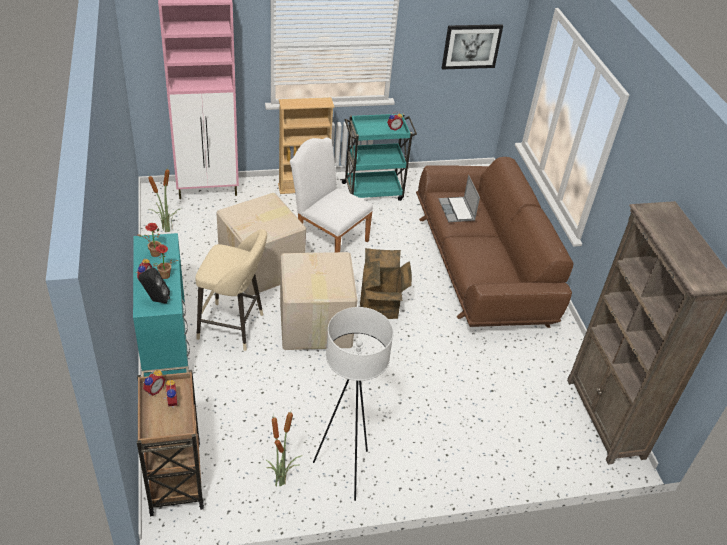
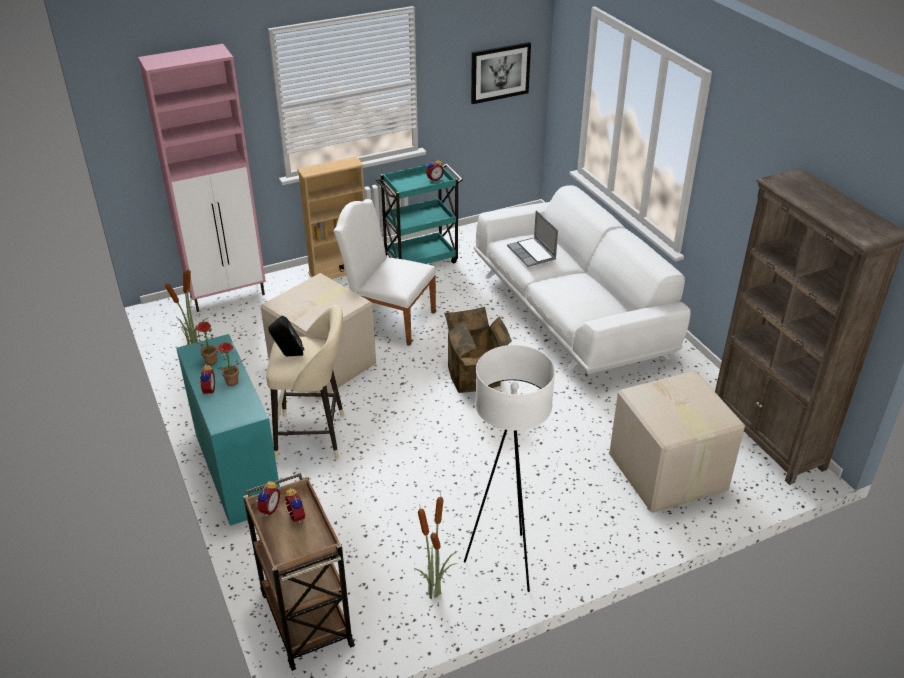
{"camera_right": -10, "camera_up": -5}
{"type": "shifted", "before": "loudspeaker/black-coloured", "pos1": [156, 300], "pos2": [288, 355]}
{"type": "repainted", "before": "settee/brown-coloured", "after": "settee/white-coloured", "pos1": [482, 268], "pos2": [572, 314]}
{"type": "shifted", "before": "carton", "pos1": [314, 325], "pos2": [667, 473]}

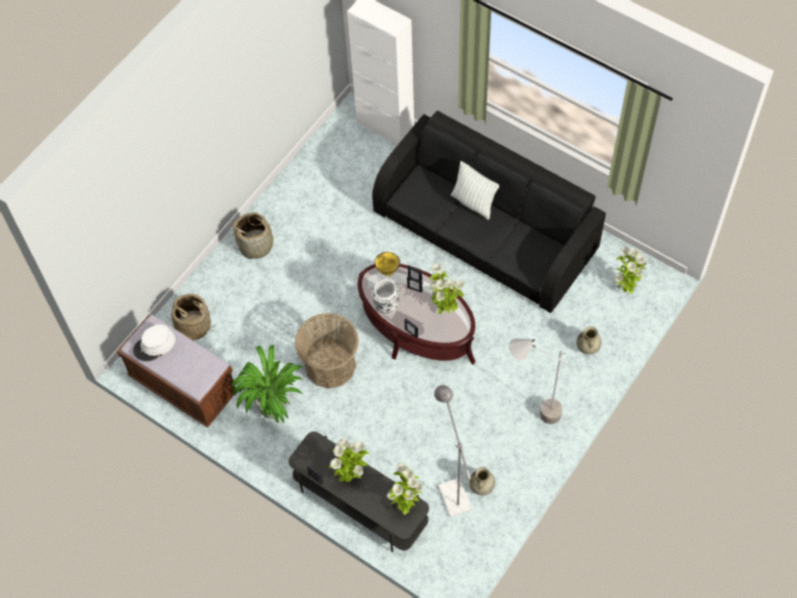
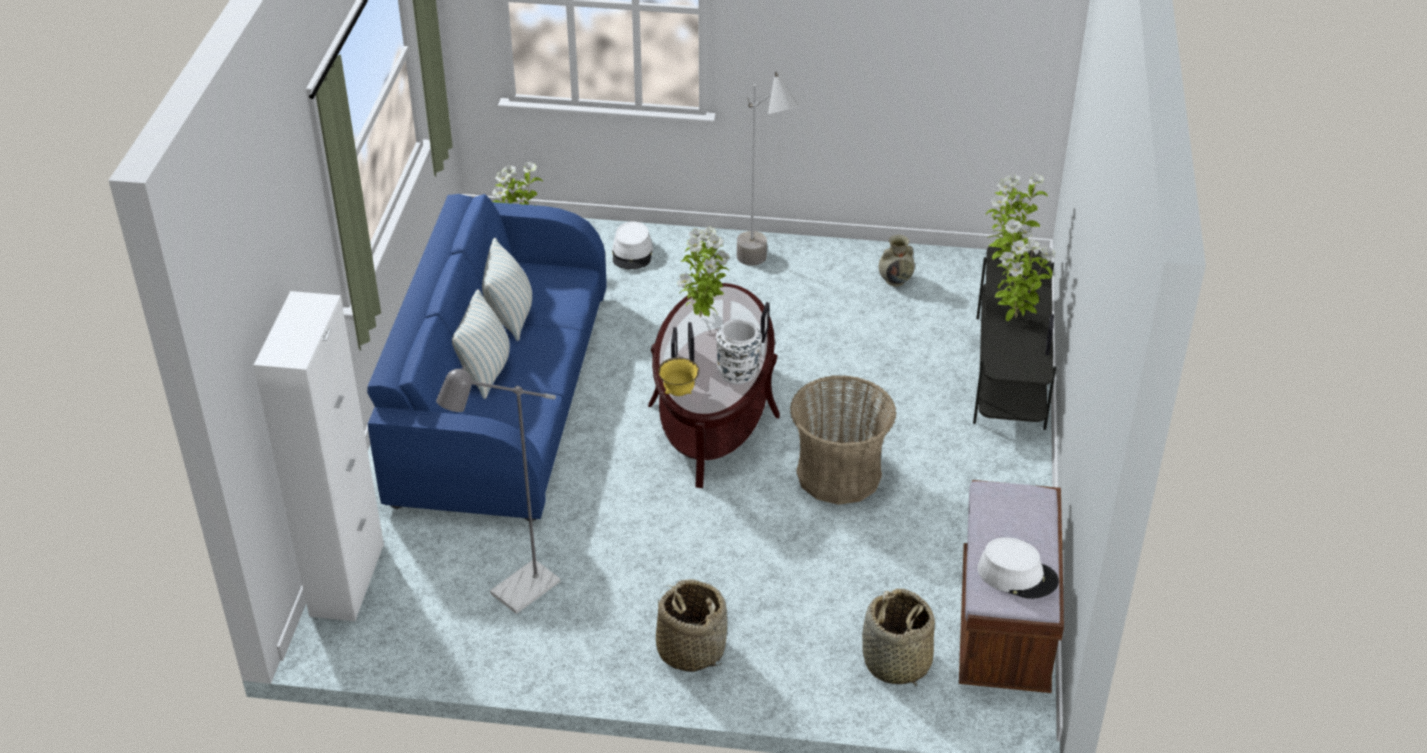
{"camera_right": -120, "camera_up": -20}
{"type": "repainted", "before": "settee/black-coloured", "after": "settee/blue", "pos1": [486, 231], "pos2": [500, 395]}
{"type": "shifted", "before": "floor lamp/gray", "pos1": [452, 491], "pos2": [516, 594]}
{"type": "new", "after": "pillow", "pos2": [510, 316]}
{"type": "swapped", "before": "flower vase/beige", "after": "wearable hat/white-coloured", "pos1": [588, 348], "pos2": [632, 253]}
{"type": "gone", "before": "plant in a pot", "pos1": [272, 407]}

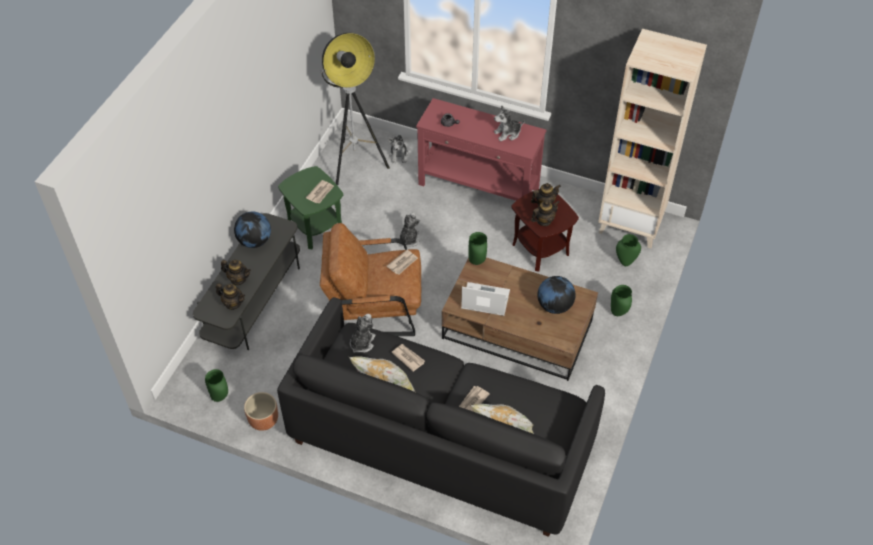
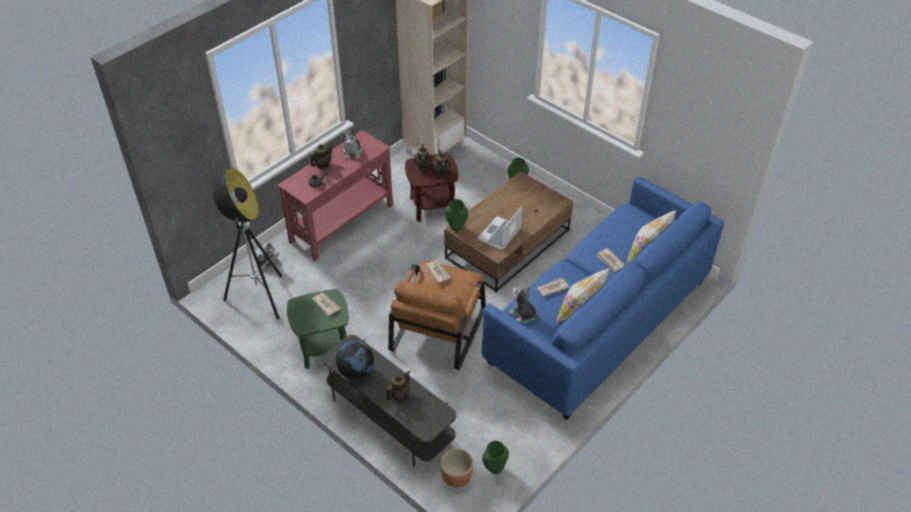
{"camera_right": -70, "camera_up": -5}
{"type": "shifted", "before": "teapot", "pos1": [233, 303], "pos2": [322, 165]}
{"type": "shifted", "before": "flower pot/brown-coloured", "pos1": [263, 420], "pos2": [456, 477]}
{"type": "repainted", "before": "settee/black-coloured", "after": "settee/blue", "pos1": [440, 441], "pos2": [598, 321]}
{"type": "gone", "before": "plush toy", "pos1": [409, 239]}
{"type": "gone", "before": "desk globe", "pos1": [554, 306]}
{"type": "gone", "before": "flower vase/green-coloured", "pos1": [625, 263]}

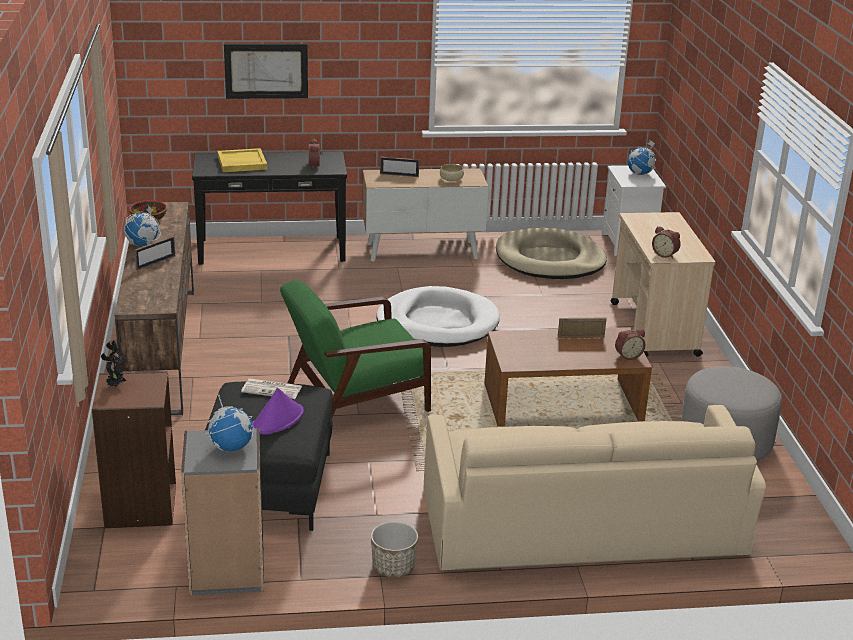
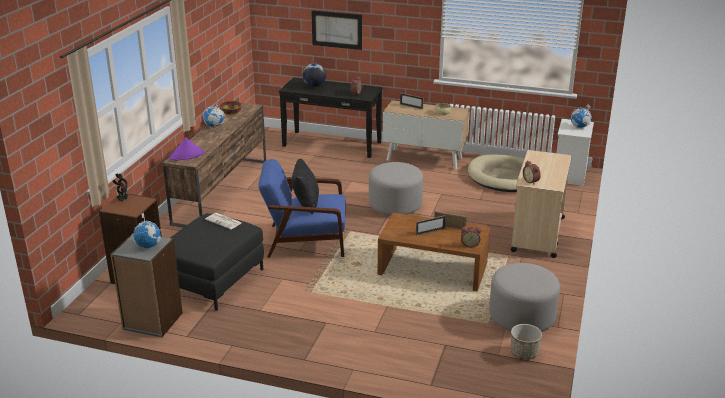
{"camera_right": 25, "camera_up": 0}
{"type": "shifted", "before": "wearable hat/purplish", "pos1": [278, 419], "pos2": [187, 155]}
{"type": "repainted", "before": "easy chair/green-coloured", "after": "easy chair/blue", "pos1": [355, 399], "pos2": [305, 241]}
{"type": "new", "after": "pillow/black-coloured", "pos2": [305, 204]}
{"type": "swapped", "before": "carrying tray/yellow", "after": "desk globe", "pos1": [241, 163], "pos2": [314, 86]}
{"type": "swapped", "before": "dog bed/white-coloured", "after": "pouffe/gray", "pos1": [437, 323], "pos2": [395, 205]}
{"type": "shifted", "before": "picture frame", "pos1": [156, 262], "pos2": [430, 231]}
{"type": "shifted", "before": "flower pot", "pos1": [393, 567], "pos2": [524, 353]}
{"type": "gone", "before": "settee/beige", "pos1": [582, 523]}

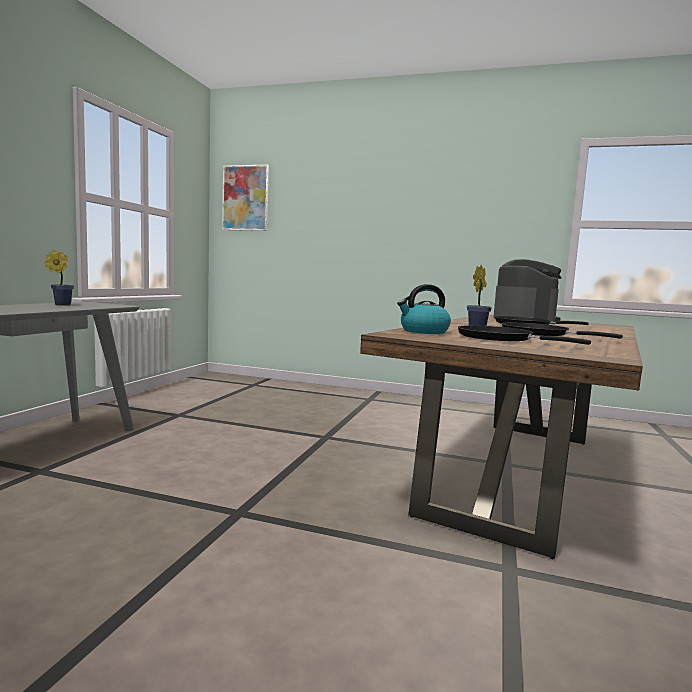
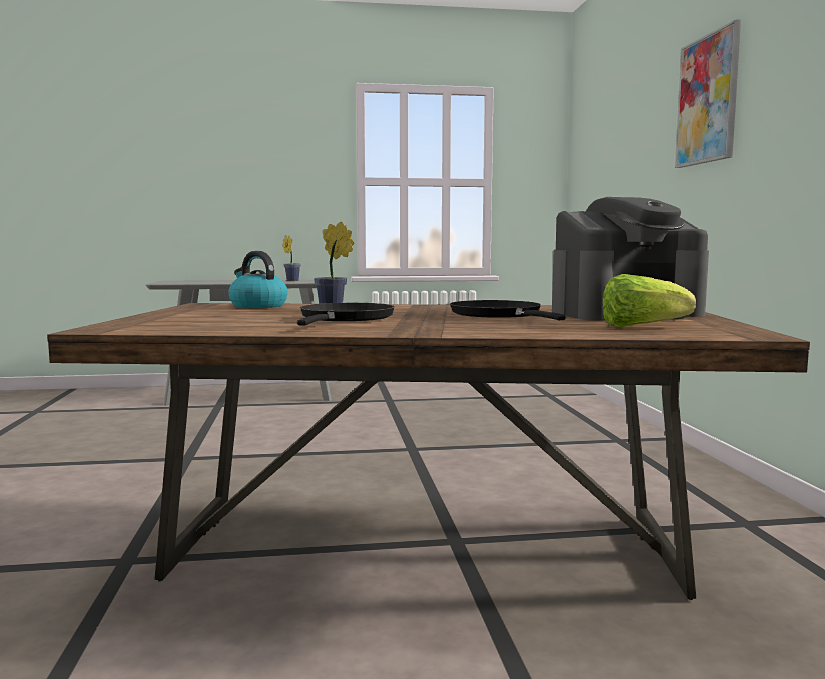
{"camera_right": 65, "camera_up": 0}
{"type": "new", "after": "lettuce head", "pos2": [641, 327]}
{"type": "shifted", "before": "picture", "pos1": [245, 198], "pos2": [707, 99]}
{"type": "gone", "before": "skillet/black-coloured", "pos1": [500, 339]}

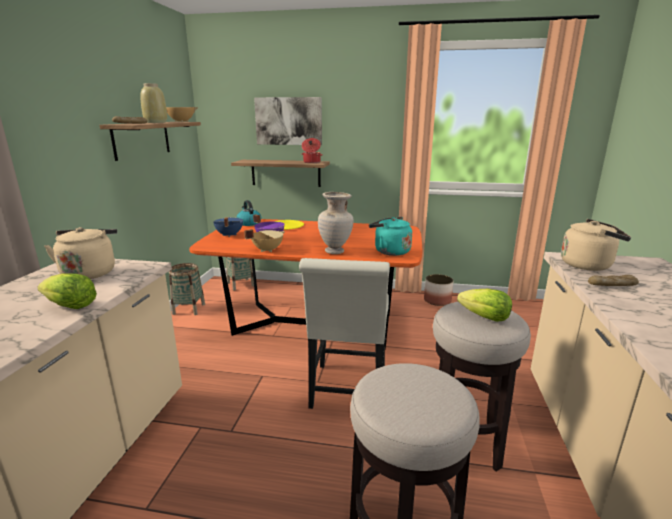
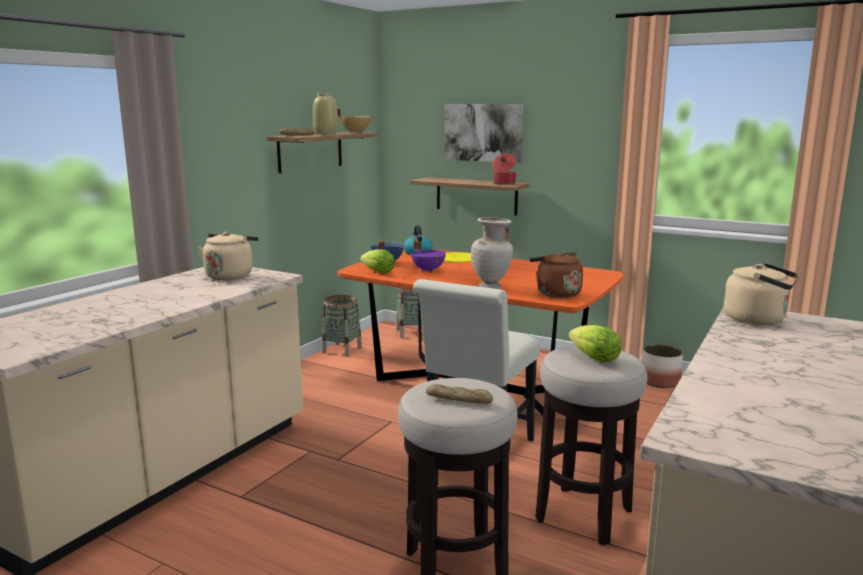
{"camera_right": 20, "camera_up": -5}
{"type": "shifted", "before": "lettuce head", "pos1": [71, 306], "pos2": [378, 272]}
{"type": "shifted", "before": "bakery bread", "pos1": [612, 285], "pos2": [459, 400]}
{"type": "repainted", "before": "water kettle/blue-green", "after": "water kettle/brown-coloured", "pos1": [390, 251], "pos2": [556, 293]}
{"type": "gone", "before": "saucepot/beige", "pos1": [267, 250]}

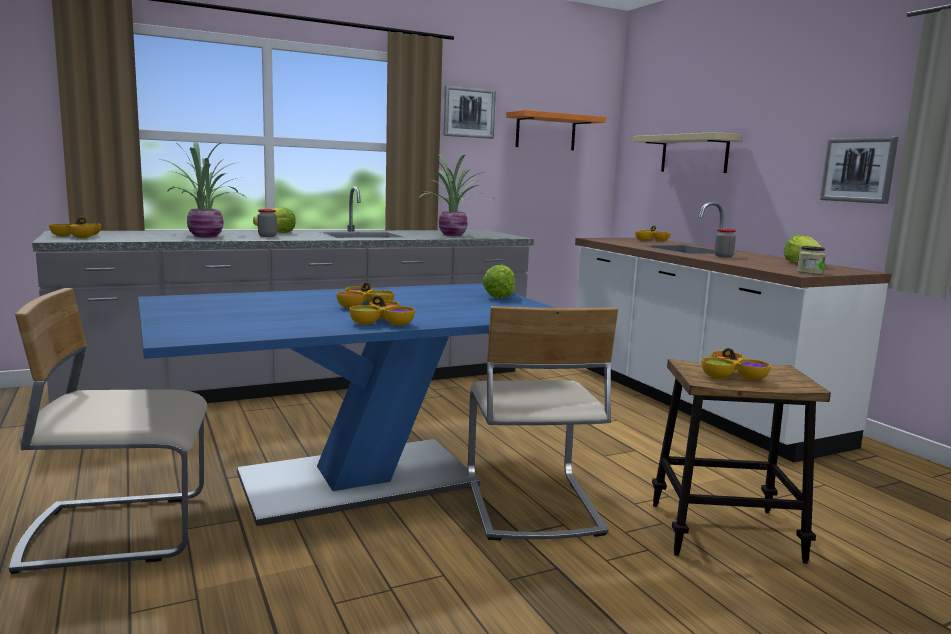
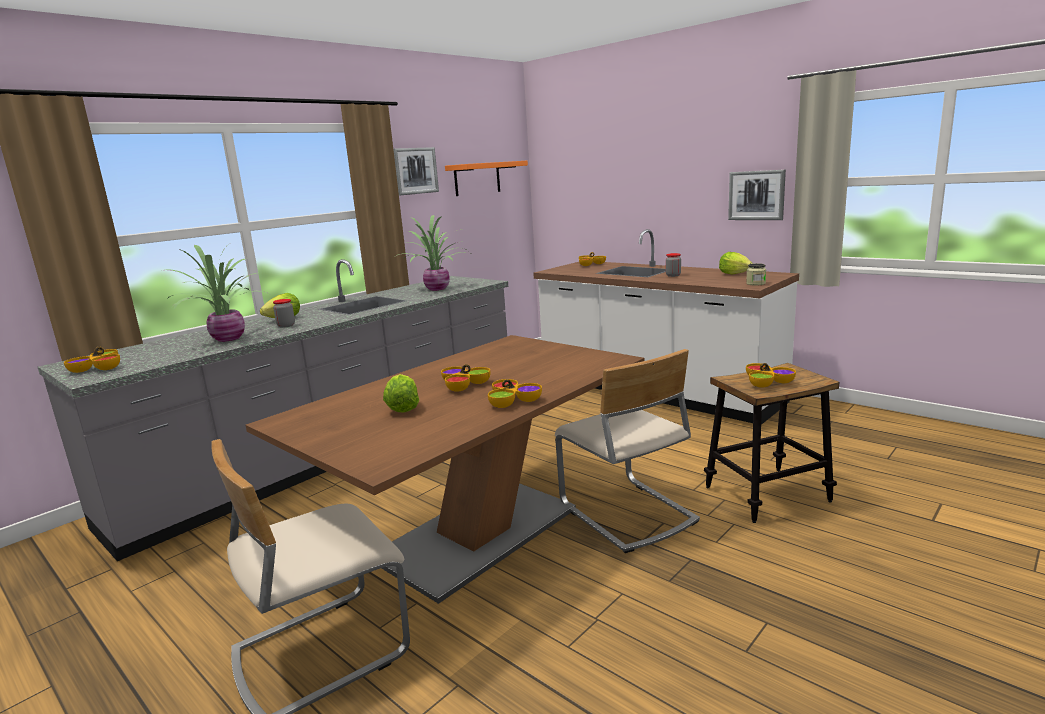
{"camera_right": -20, "camera_up": 5}
{"type": "repainted", "before": "dinner table/blue", "after": "dinner table/brown-coloured", "pos1": [357, 479], "pos2": [477, 533]}
{"type": "shifted", "before": "lettuce head", "pos1": [499, 296], "pos2": [402, 408]}
{"type": "gone", "before": "wall shelf/beige", "pos1": [694, 154]}

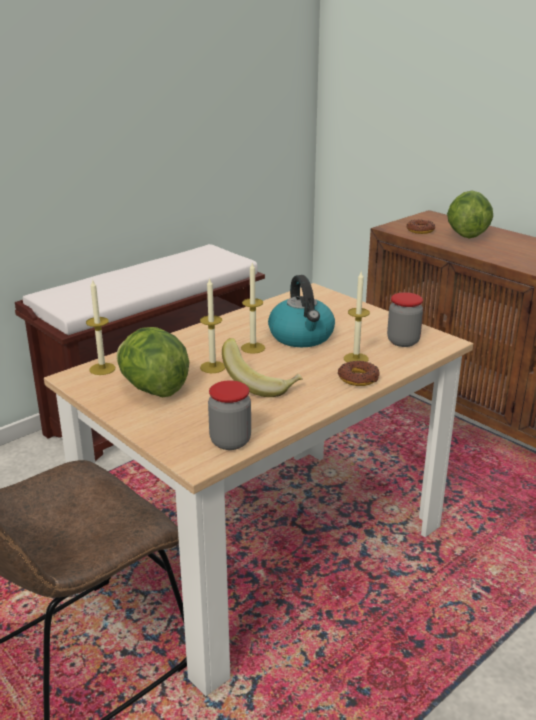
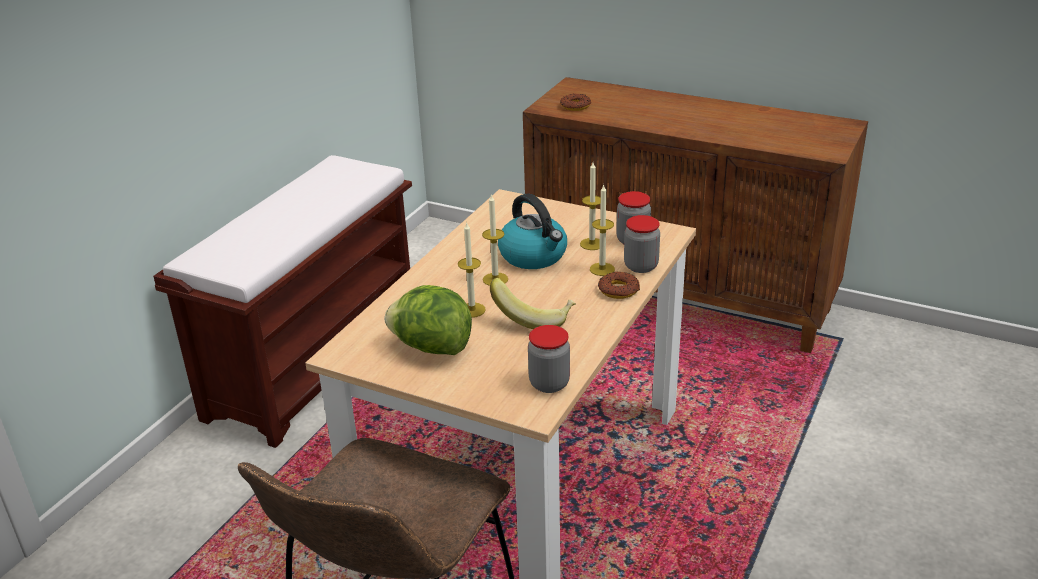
{"camera_right": -20, "camera_up": 5}
{"type": "shifted", "before": "wax candle", "pos1": [102, 369], "pos2": [592, 244]}
{"type": "new", "after": "jar", "pos2": [641, 266]}
{"type": "gone", "before": "lettuce head", "pos1": [466, 235]}

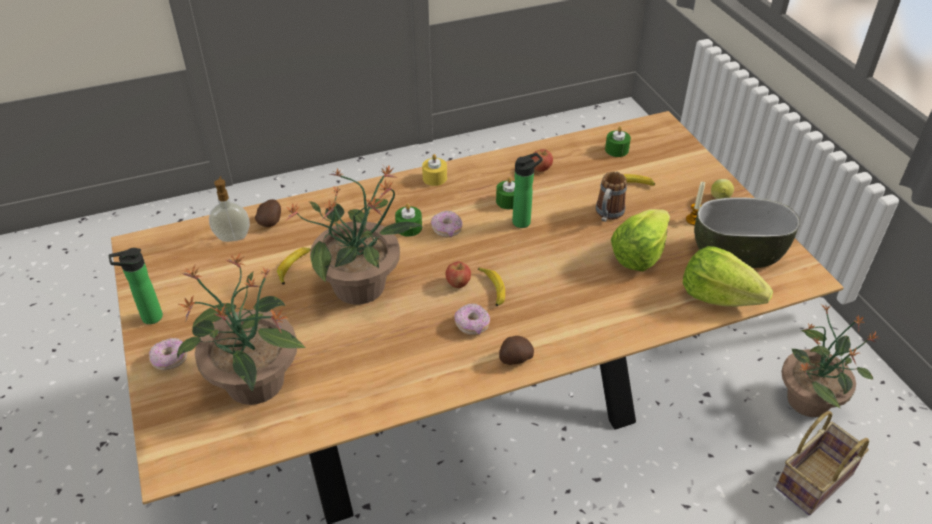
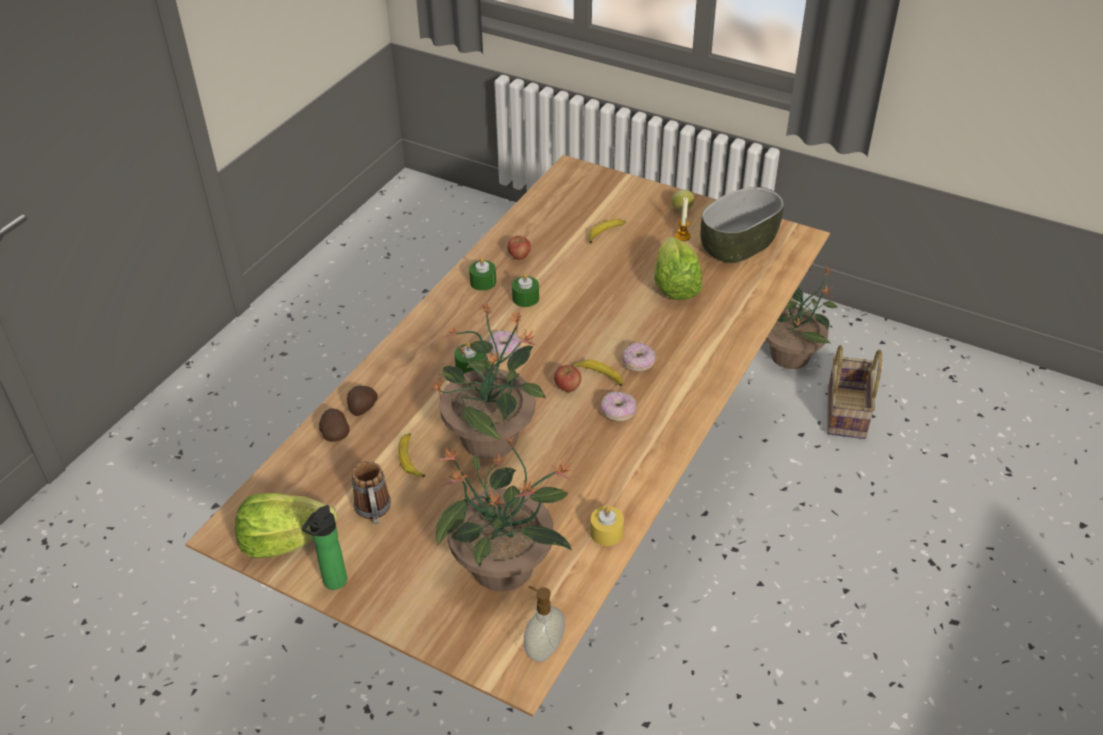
{"camera_right": -40, "camera_up": 0}
{"type": "shifted", "before": "lettuce head", "pos1": [718, 296], "pos2": [284, 541]}
{"type": "shifted", "before": "potato", "pos1": [515, 359], "pos2": [362, 408]}
{"type": "shifted", "before": "tea mug", "pos1": [607, 215], "pos2": [374, 512]}
{"type": "shifted", "before": "wax candle/green-coloured", "pos1": [616, 150], "pos2": [483, 282]}
{"type": "shifted", "before": "soap bottle", "pos1": [233, 236], "pos2": [543, 648]}
{"type": "shifted", "before": "wax candle/yellow", "pos1": [434, 178], "pos2": [606, 532]}
{"type": "shifted", "before": "doughnut", "pos1": [170, 360], "pos2": [638, 363]}
{"type": "gone", "before": "beverage bottle", "pos1": [524, 221]}

